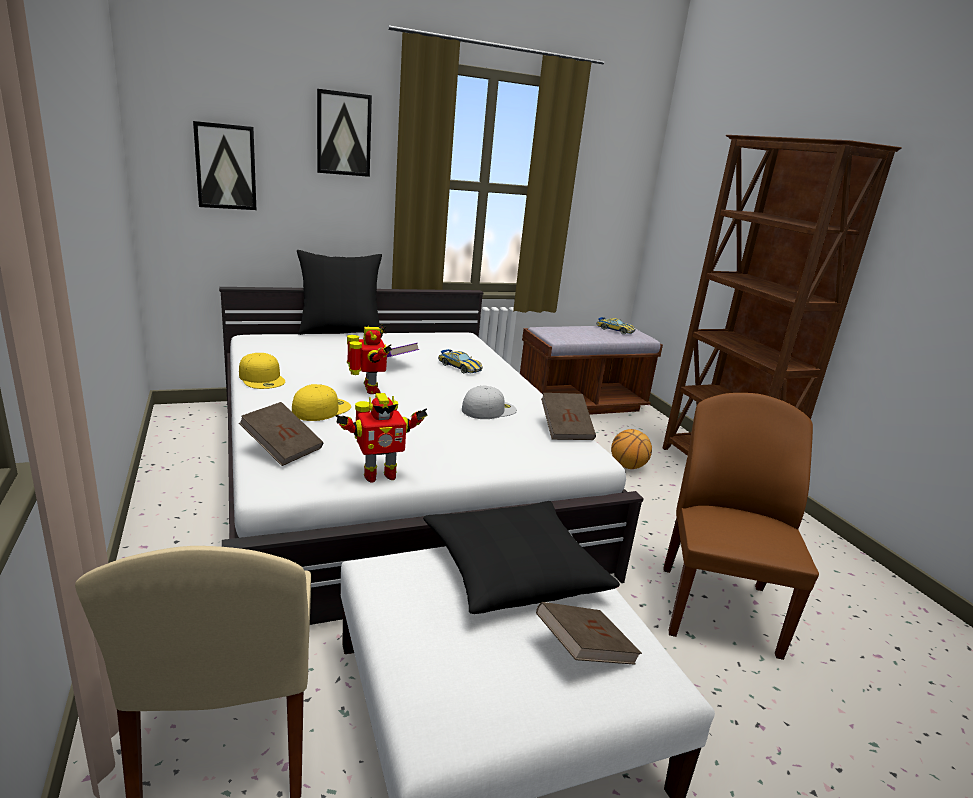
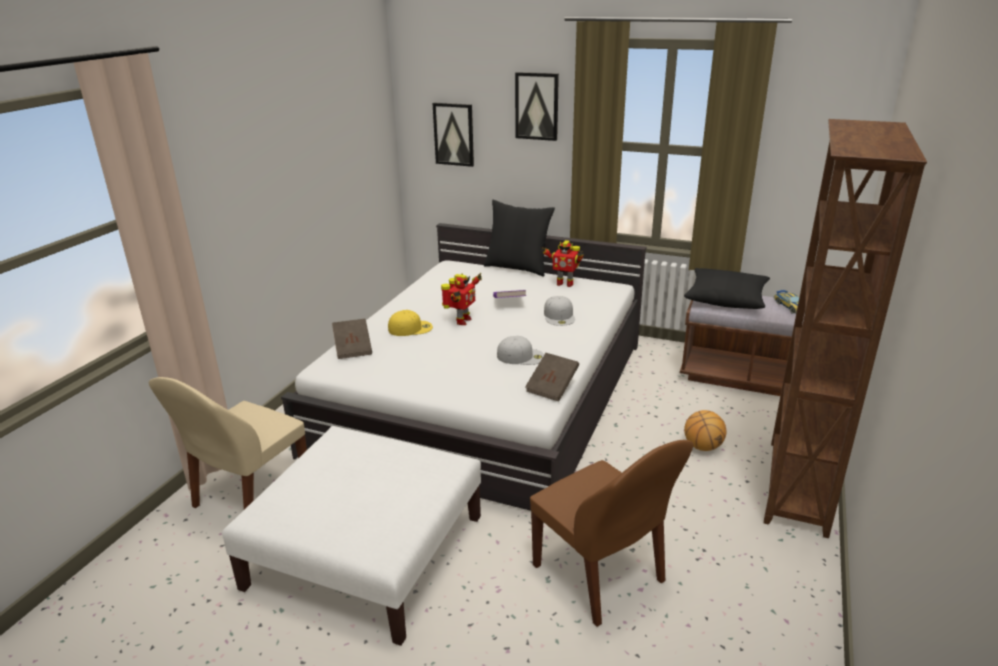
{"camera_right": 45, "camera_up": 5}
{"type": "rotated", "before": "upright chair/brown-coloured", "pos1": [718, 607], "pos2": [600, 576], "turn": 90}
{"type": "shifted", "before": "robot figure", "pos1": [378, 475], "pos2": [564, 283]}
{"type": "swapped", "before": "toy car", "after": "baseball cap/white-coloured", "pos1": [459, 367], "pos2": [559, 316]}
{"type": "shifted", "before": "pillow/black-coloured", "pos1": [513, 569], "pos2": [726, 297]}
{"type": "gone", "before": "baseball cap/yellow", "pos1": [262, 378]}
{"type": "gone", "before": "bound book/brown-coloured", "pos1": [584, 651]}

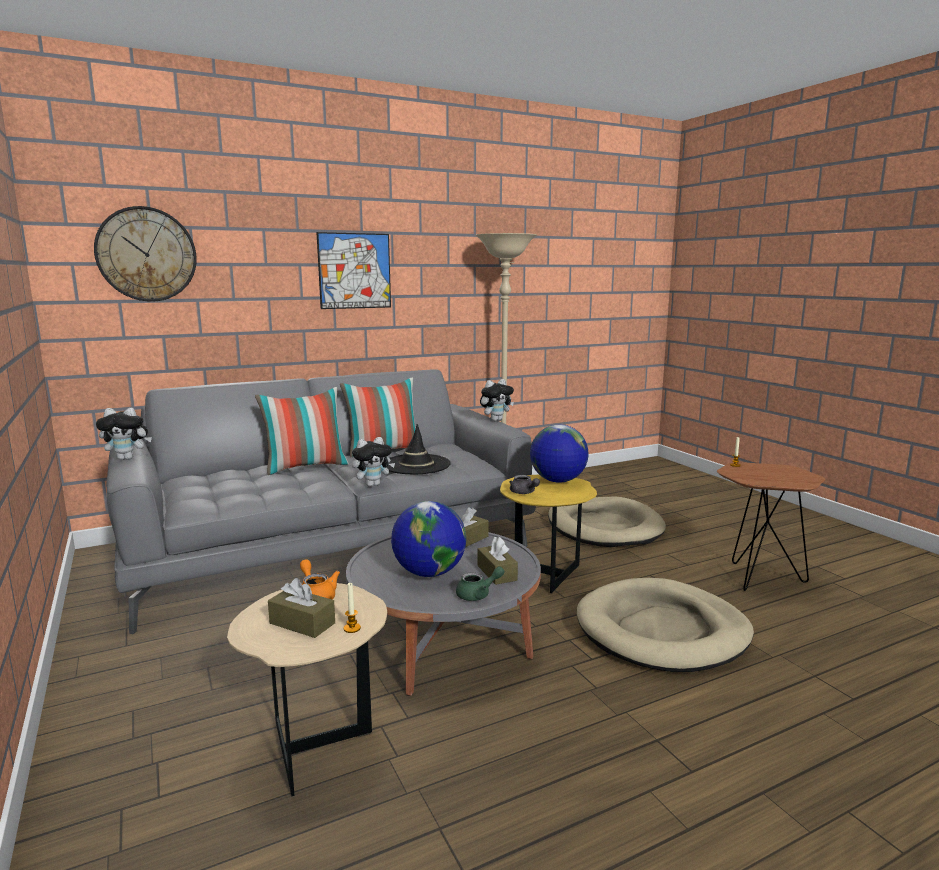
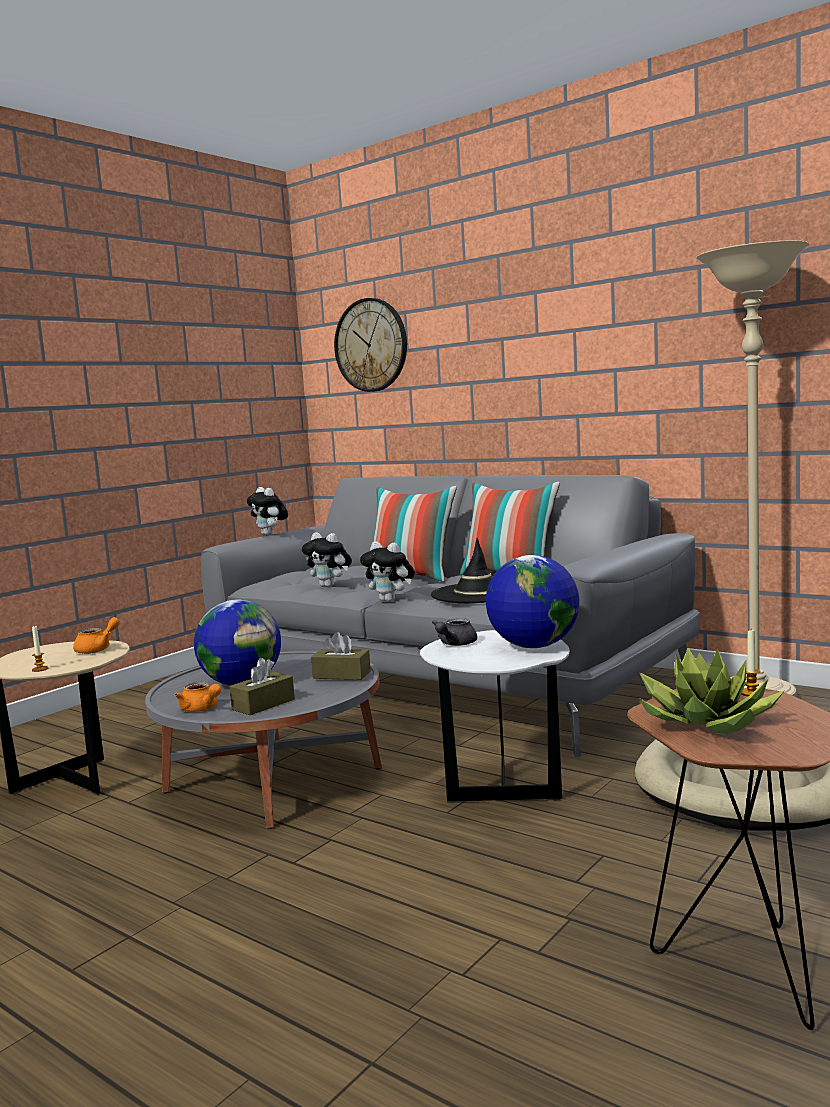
{"camera_right": 65, "camera_up": -5}
{"type": "repainted", "before": "teapot/green-coloured", "after": "teapot/orange", "pos1": [478, 595], "pos2": [201, 709]}
{"type": "shifted", "before": "plush toy", "pos1": [496, 420], "pos2": [330, 586]}
{"type": "repainted", "before": "end table/yellow", "after": "end table/white-coloured", "pos1": [545, 574], "pos2": [502, 786]}
{"type": "new", "after": "plant in a pot", "pos2": [706, 722]}
{"type": "gone", "before": "tissue holder/brown-coloured", "pos1": [302, 623]}
{"type": "gone", "before": "picture", "pos1": [354, 271]}
{"type": "gone", "before": "dog bed/beige", "pos1": [662, 631]}

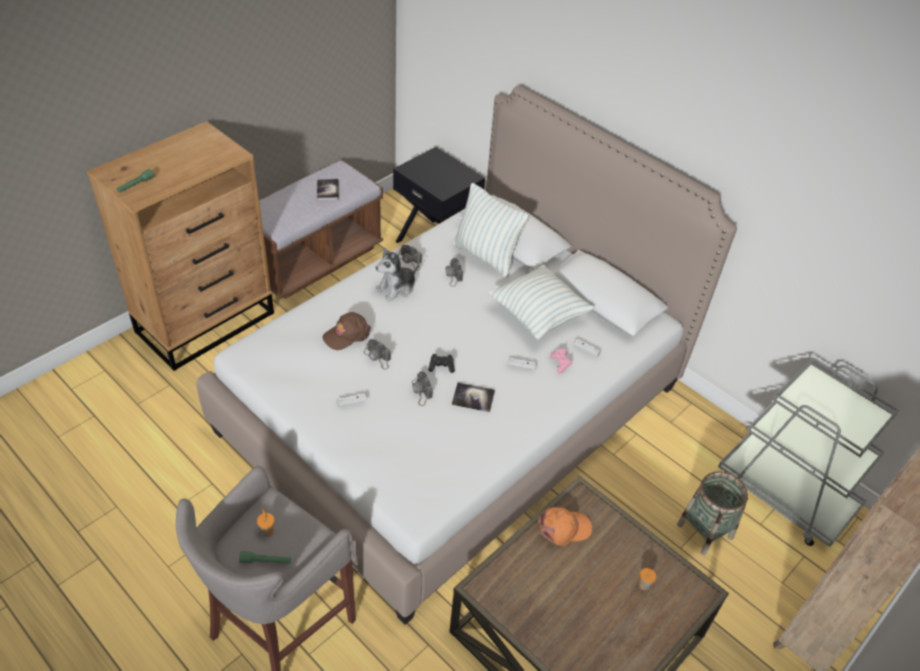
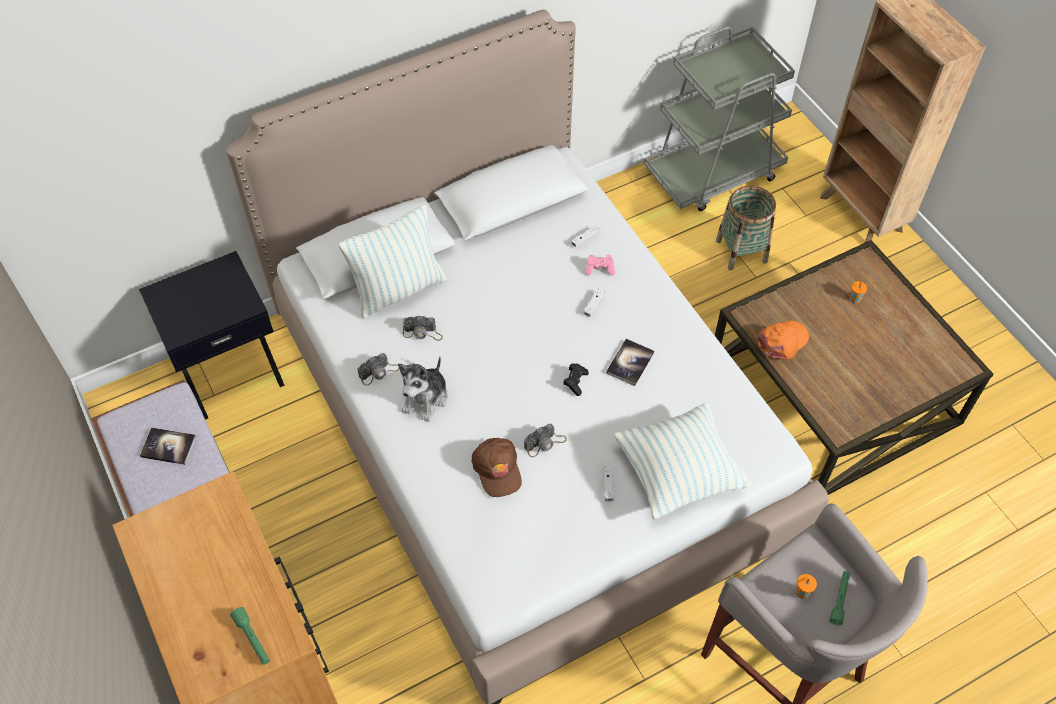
{"camera_right": -70, "camera_up": 10}
{"type": "rotated", "before": "plush toy", "pos1": [397, 288], "pos2": [426, 398], "turn": 45}
{"type": "shifted", "before": "pillow", "pos1": [538, 316], "pos2": [678, 473]}
{"type": "rotated", "before": "baseball cap/orange", "pos1": [564, 528], "pos2": [782, 341], "turn": 45}
{"type": "gone", "before": "photo camera", "pos1": [421, 391]}

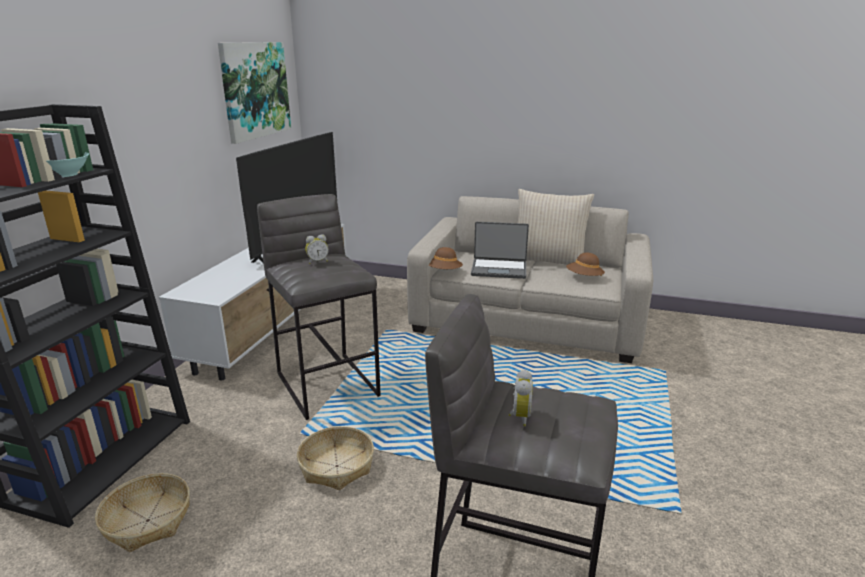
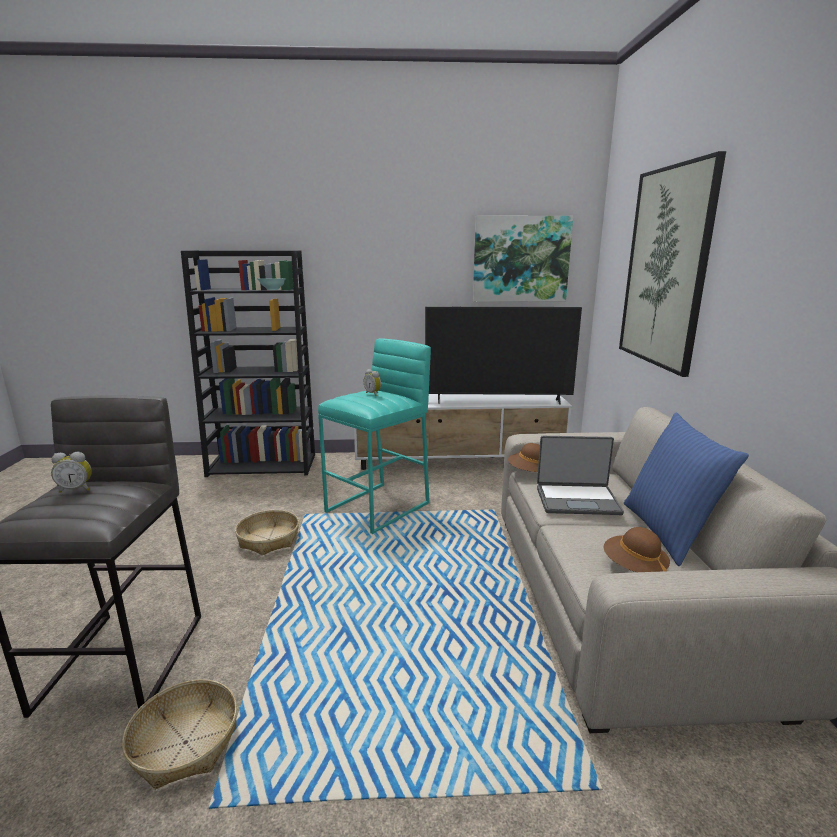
{"camera_right": 70, "camera_up": -5}
{"type": "shifted", "before": "household basket", "pos1": [147, 520], "pos2": [185, 742]}
{"type": "repainted", "before": "stool seat/gray", "after": "stool seat/blue-green", "pos1": [328, 384], "pos2": [379, 507]}
{"type": "rotated", "before": "notebook computer", "pos1": [499, 269], "pos2": [577, 500], "turn": -75}
{"type": "new", "after": "picture", "pos2": [665, 268]}
{"type": "repainted", "before": "pillow/beige", "after": "pillow/blue", "pos1": [548, 260], "pos2": [668, 532]}

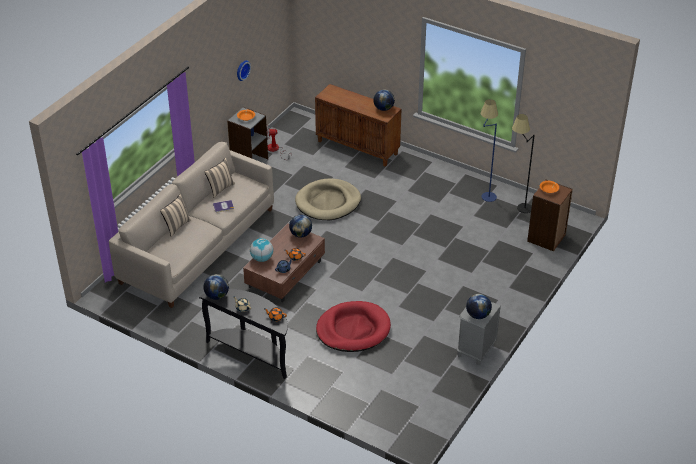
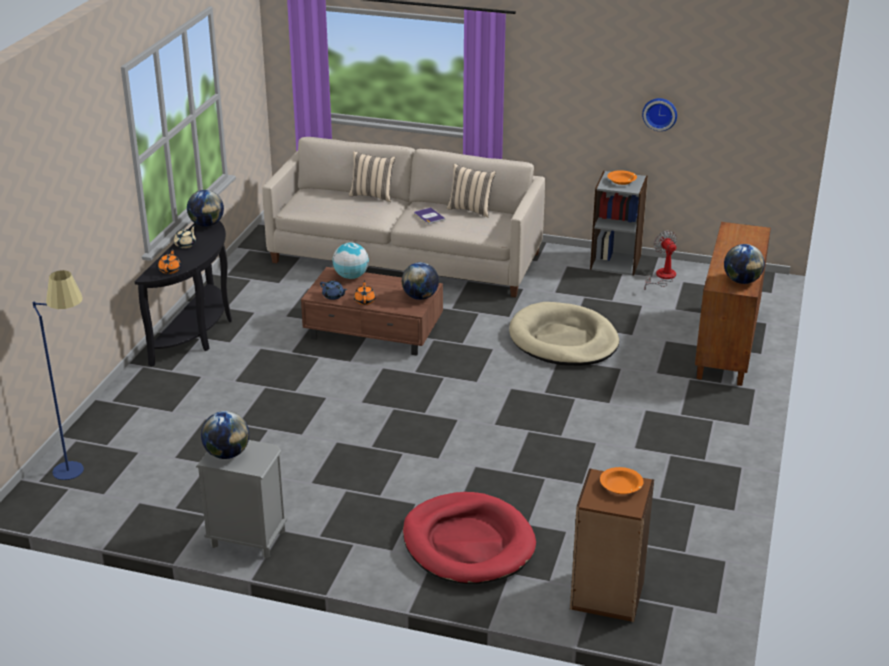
{"camera_right": 75, "camera_up": -10}
{"type": "shifted", "before": "floor lamp/blue", "pos1": [484, 193], "pos2": [80, 464]}
{"type": "shifted", "before": "dog bed/red-coloured", "pos1": [353, 329], "pos2": [468, 543]}
{"type": "gone", "before": "floor lamp/black-coloured", "pos1": [517, 206]}

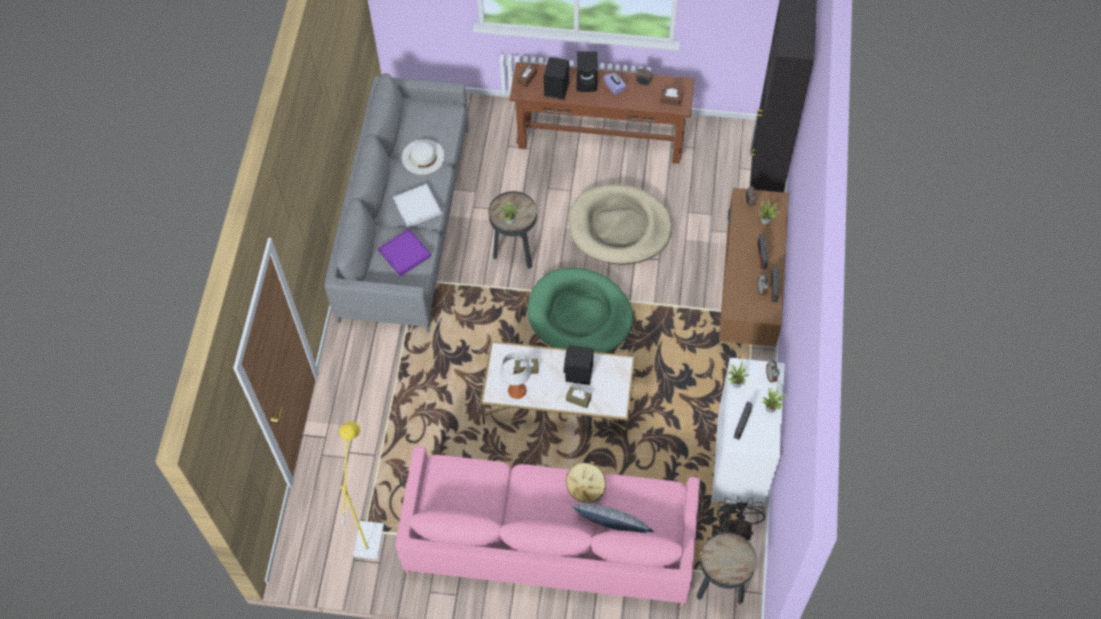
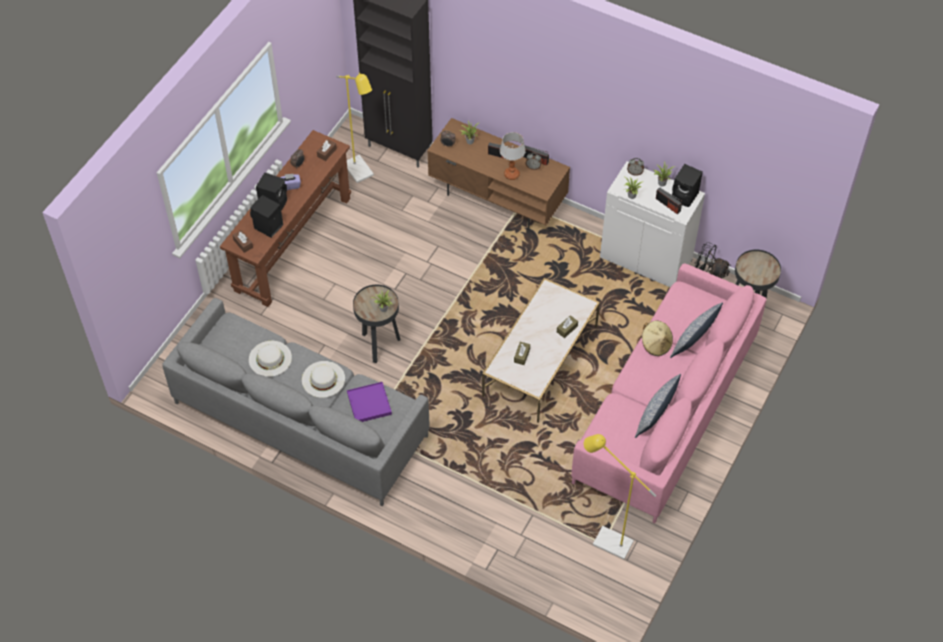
{"camera_right": -70, "camera_up": -5}
{"type": "swapped", "before": "carrying tray/white-coloured", "after": "wearable hat/white-coloured", "pos1": [417, 207], "pos2": [323, 379]}
{"type": "new", "after": "floor lamp/yellow", "pos2": [361, 173]}
{"type": "shifted", "before": "tabletop lamp", "pos1": [517, 391], "pos2": [511, 174]}
{"type": "new", "after": "pillow", "pos2": [656, 412]}
{"type": "shifted", "before": "loudspeaker/black-coloured", "pos1": [578, 374], "pos2": [685, 196]}
{"type": "gone", "before": "dog bed/green-coloured", "pos1": [580, 315]}
{"type": "gone", "before": "dog bed/beige", "pos1": [619, 227]}

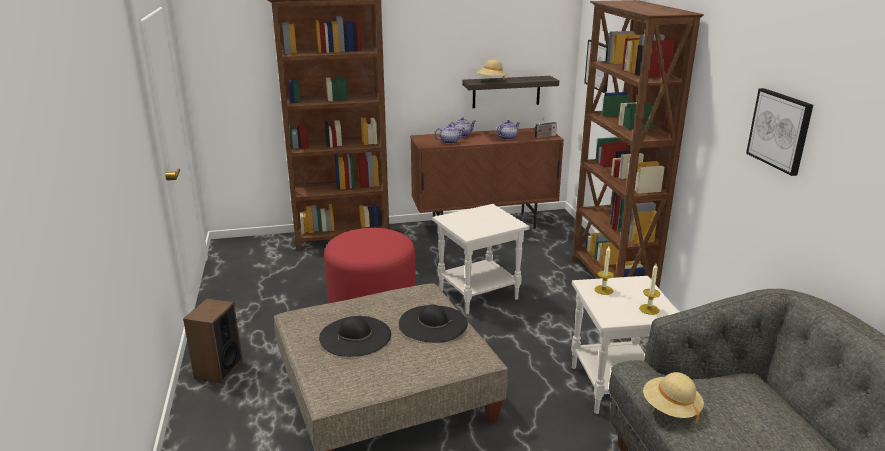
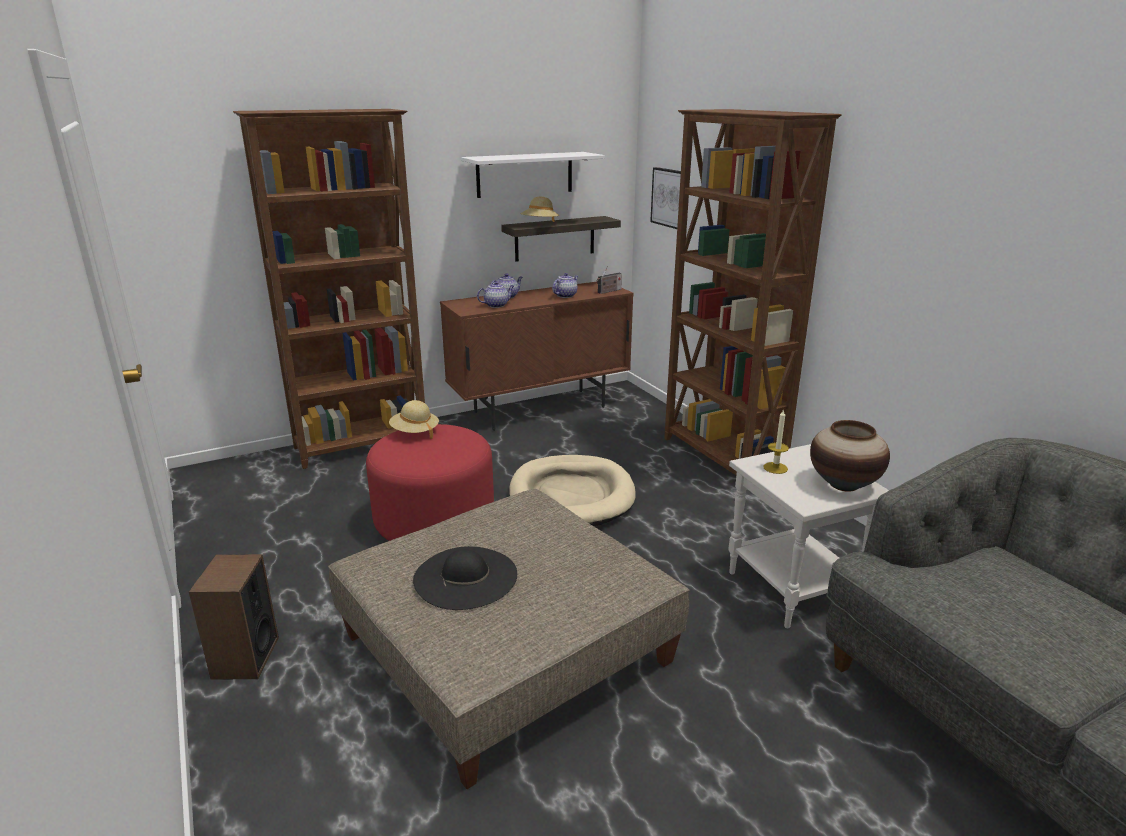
{"camera_right": -15, "camera_up": 0}
{"type": "shifted", "before": "wearable hat/beige", "pos1": [670, 408], "pos2": [415, 432]}
{"type": "new", "after": "wall shelf/white-coloured", "pos2": [525, 174]}
{"type": "swapped", "before": "end table/white-coloured", "after": "dog bed/beige", "pos1": [478, 294], "pos2": [571, 496]}
{"type": "swapped", "before": "wax candle", "after": "flower vase", "pos1": [649, 309], "pos2": [843, 485]}
{"type": "gone", "before": "wearable hat/black-coloured", "pos1": [433, 323]}
{"type": "gone", "before": "picture", "pos1": [780, 130]}

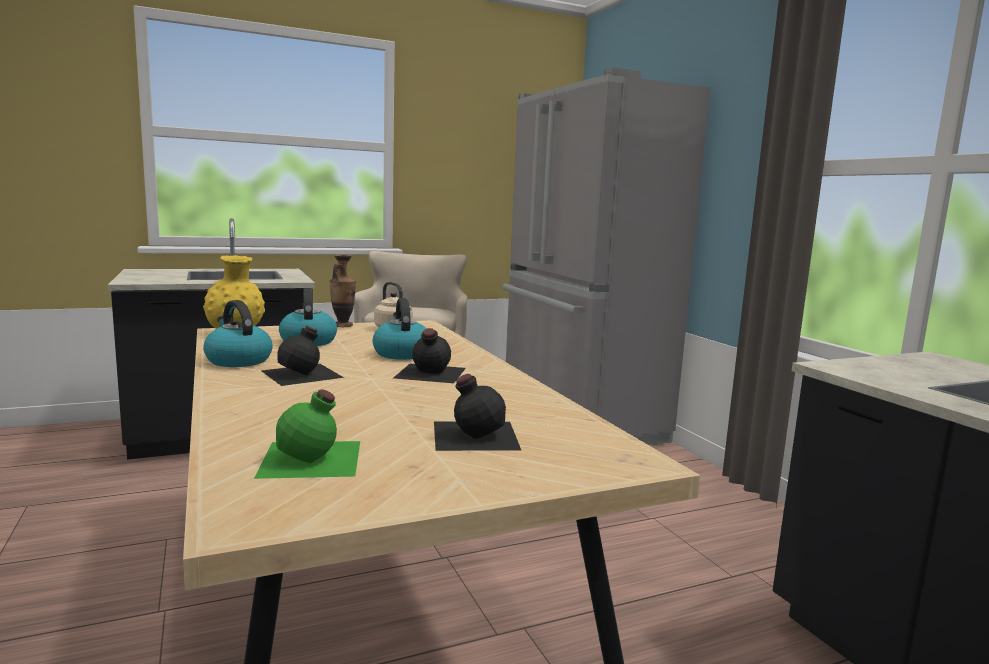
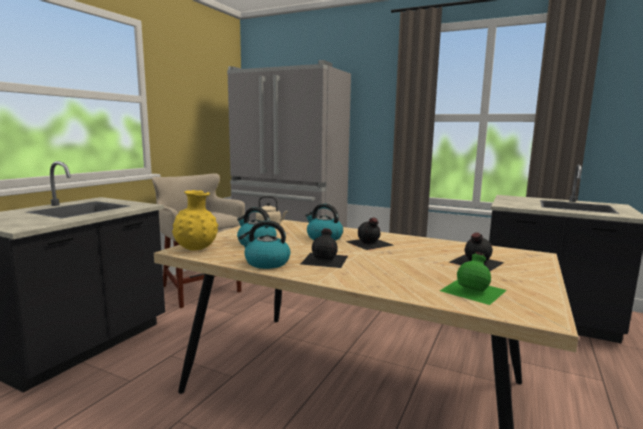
{"camera_right": -40, "camera_up": 0}
{"type": "gone", "before": "flower vase", "pos1": [343, 325]}

